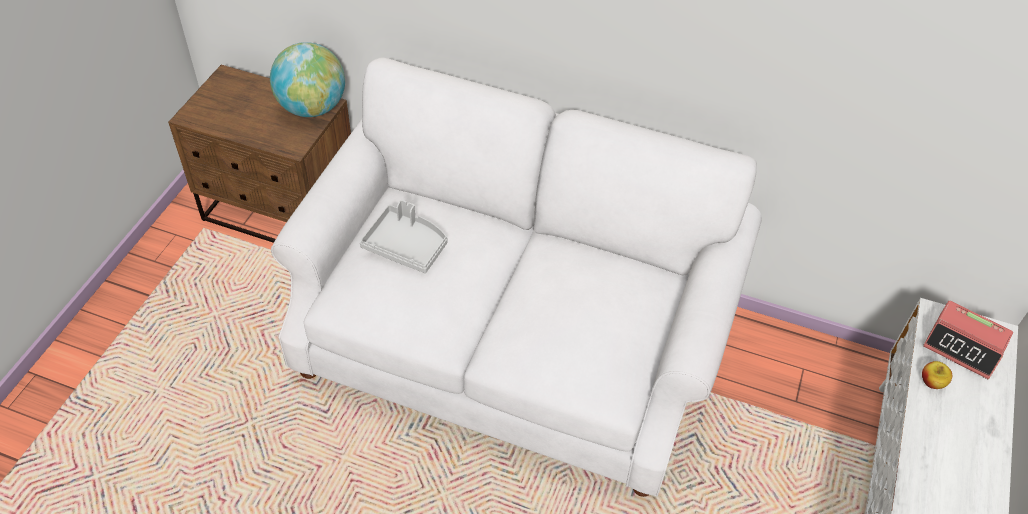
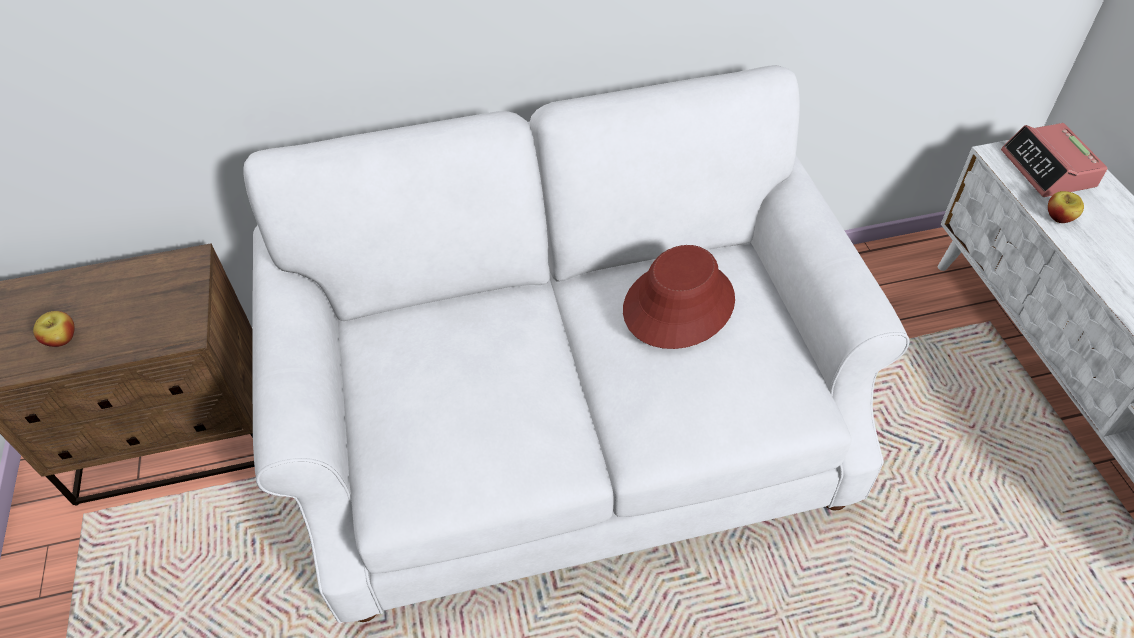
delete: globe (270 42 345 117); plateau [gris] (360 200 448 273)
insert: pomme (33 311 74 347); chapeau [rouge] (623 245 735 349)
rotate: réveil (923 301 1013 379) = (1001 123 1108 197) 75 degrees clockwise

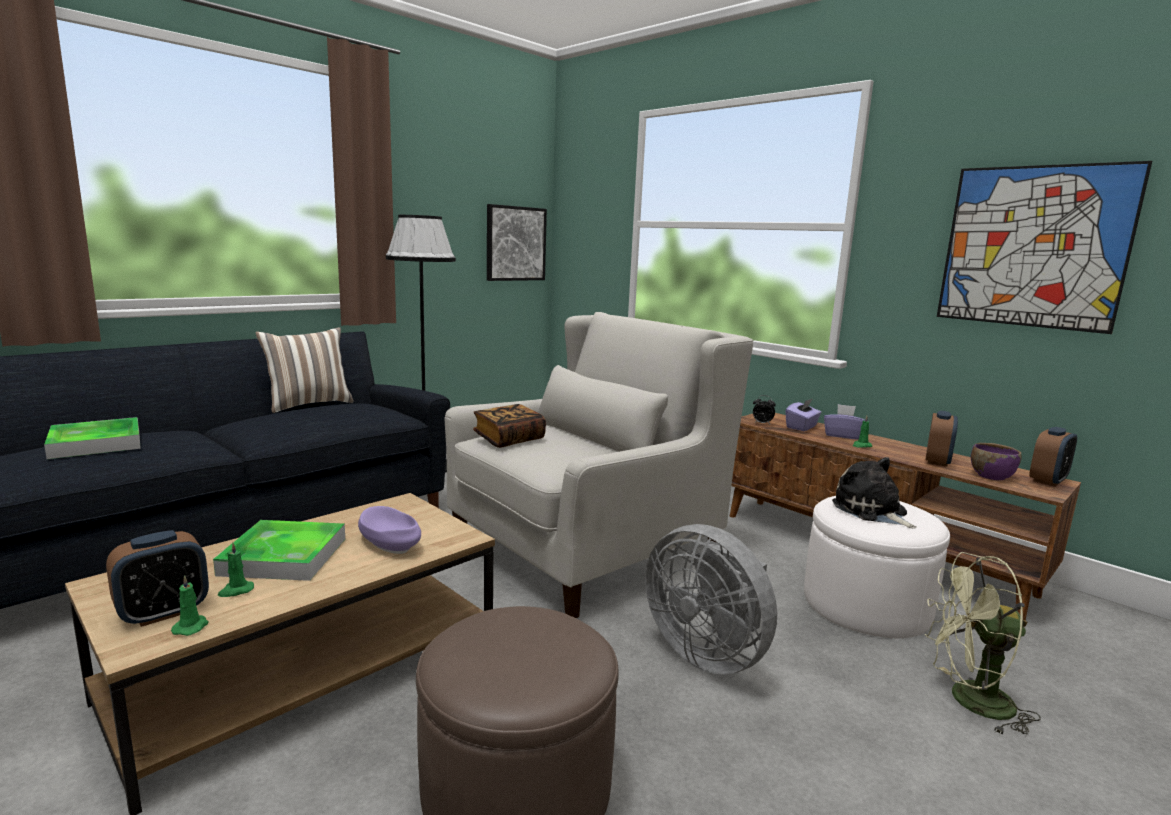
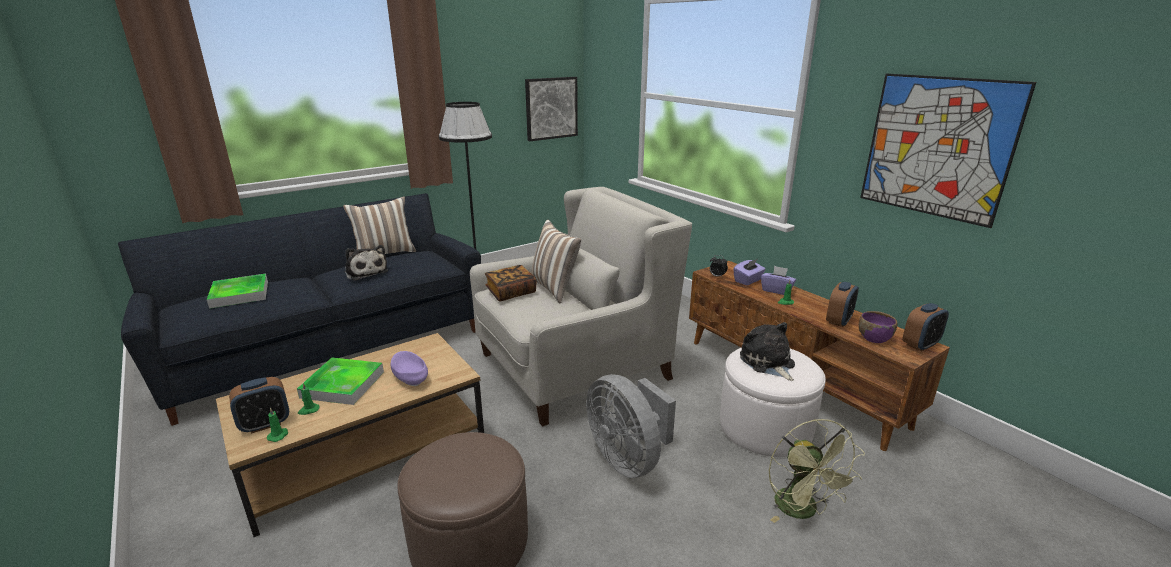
insert: peluche (345 245 388 281); coussin (531 220 581 304)
rotate: ventilateur [vert] (925 552 1041 736) = (769 419 865 523) 120 degrees counterclockwise

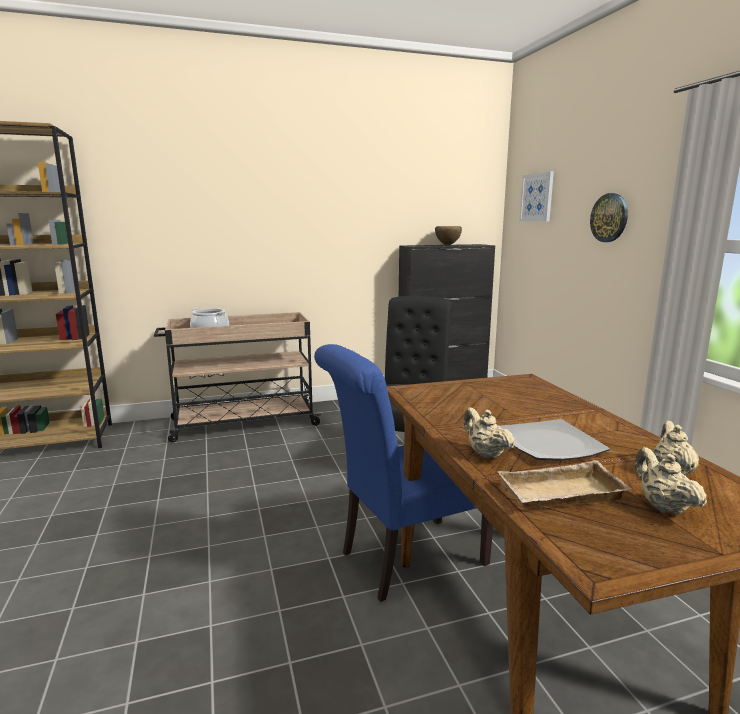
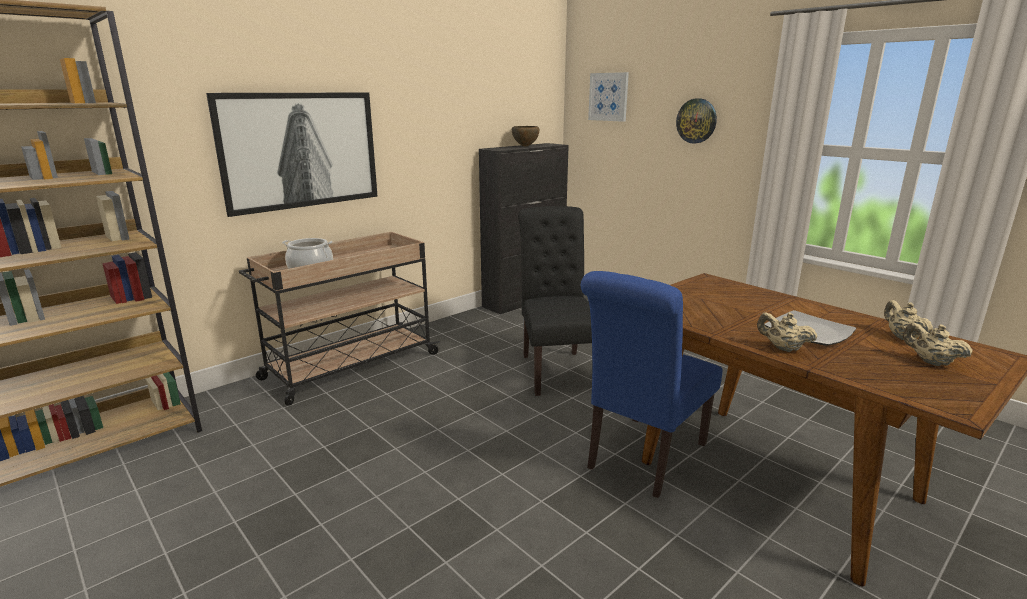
delete: plateau [beige] (497 460 632 508)
insert: tableau (206 93 378 217)

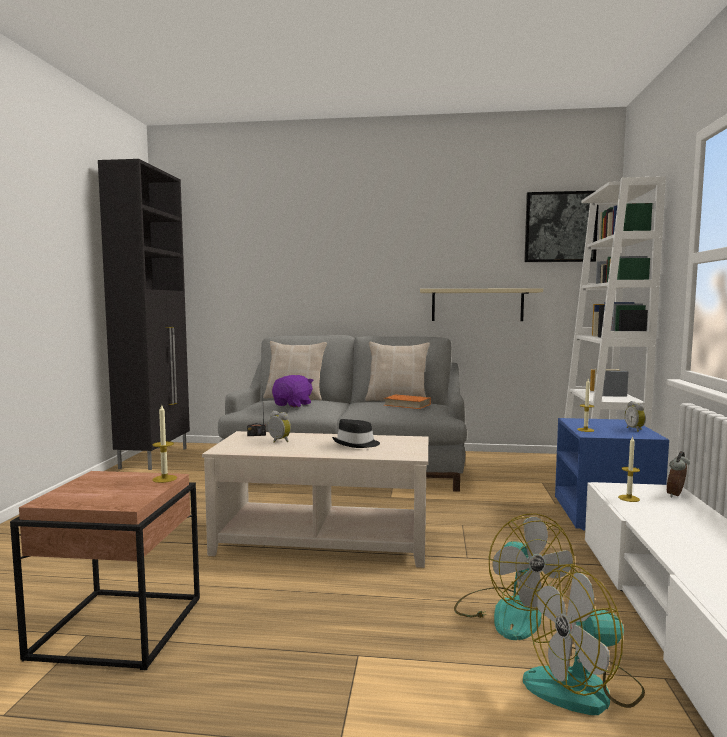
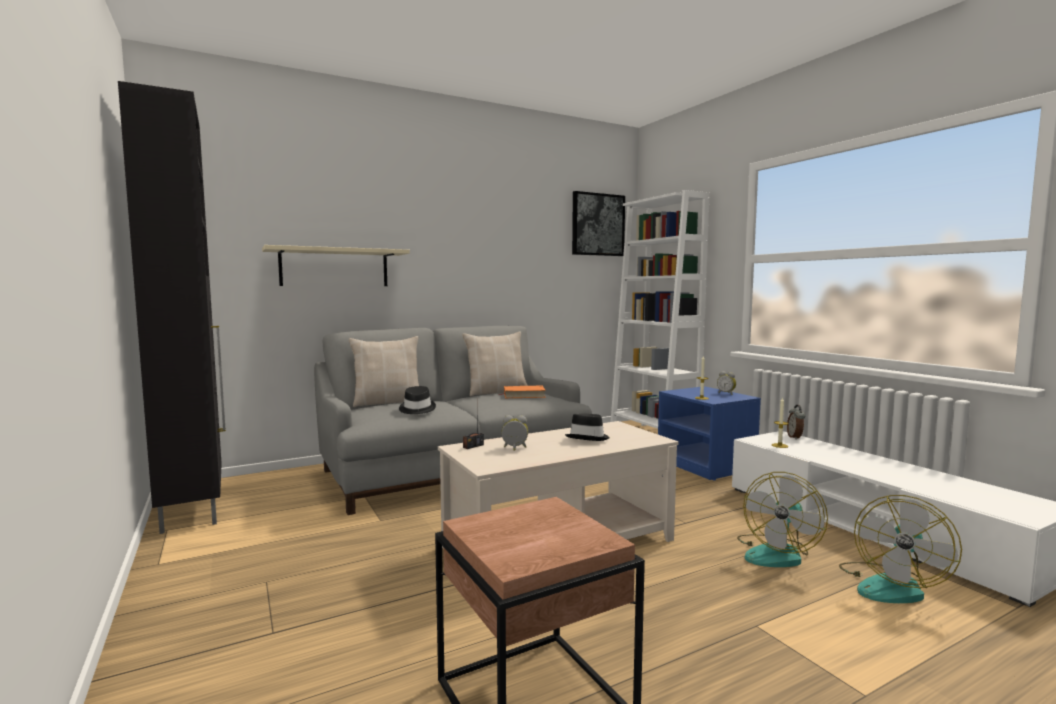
delete: bougie (152 405 177 483)
move: étagère [beige] (420 288 543 321) to (262 245 410 286)
replace: peluche [violet] (272 375 314 407) to chapeau [noir] (399 386 436 414)
rotate: ventilateur (454 513 575 640) = (737 472 828 567) 90 degrees clockwise

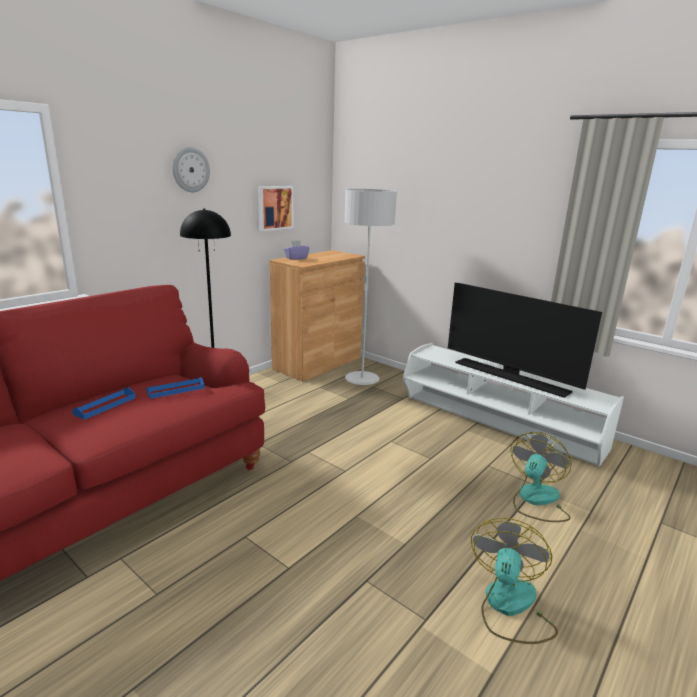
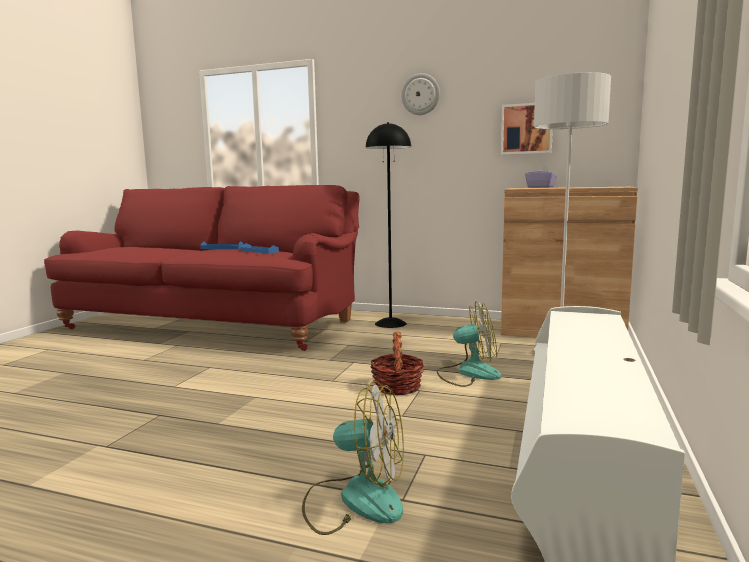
delete: téléviseur (448 283 602 398)
insert: panier (370 332 424 396)
move: ventilateur (471 518 558 644) to (437 301 502 387)

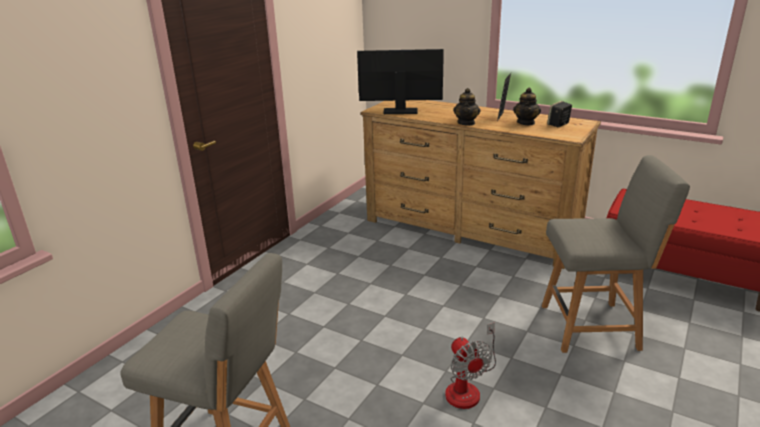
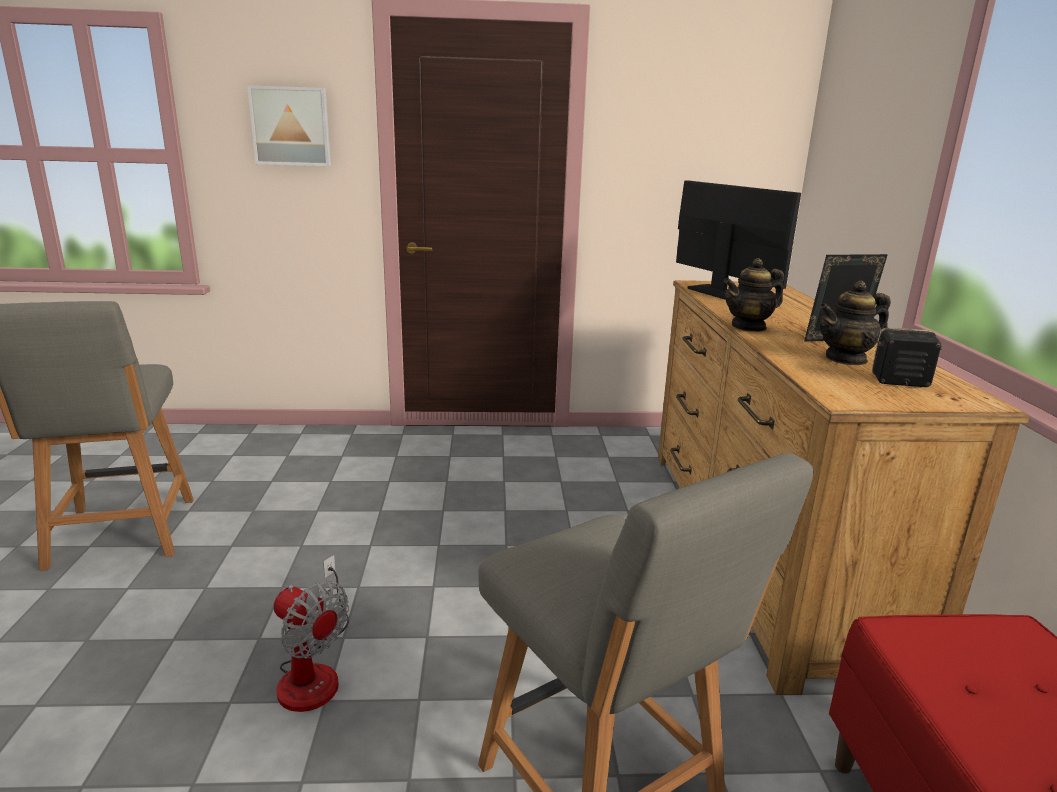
insert: tableau (247 85 331 166)
rotate: ventilateur (445 323 496 409) = (274 555 349 712) 90 degrees counterclockwise

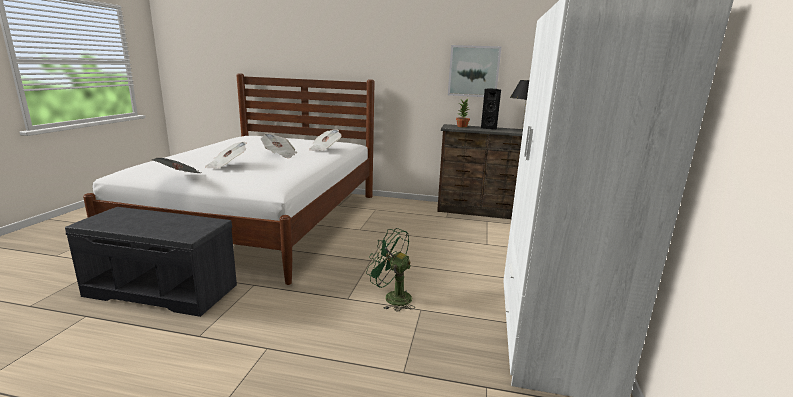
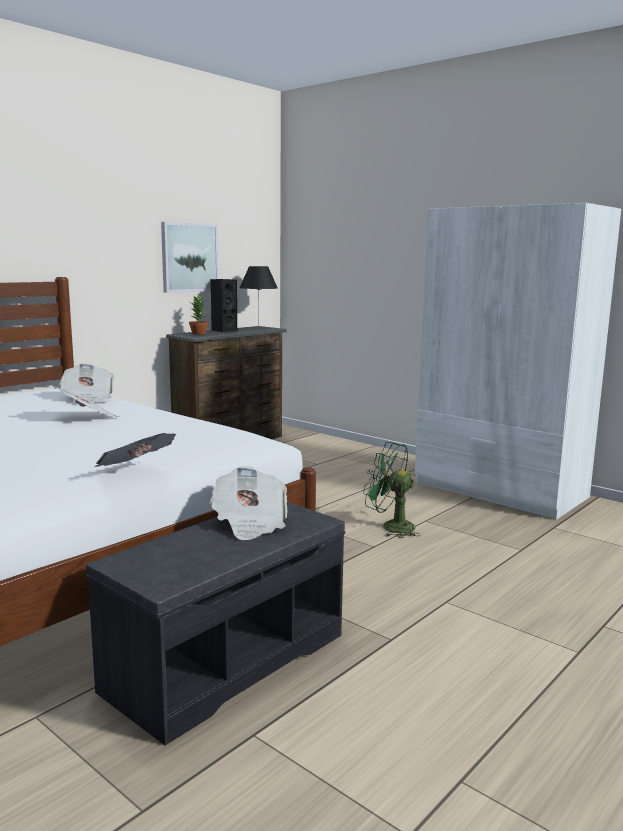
move: journal (205 142 247 169) to (210 466 287 540)
rotate: ventilateur [vert] (366 228 415 311) = (363 442 421 538) 60 degrees clockwise

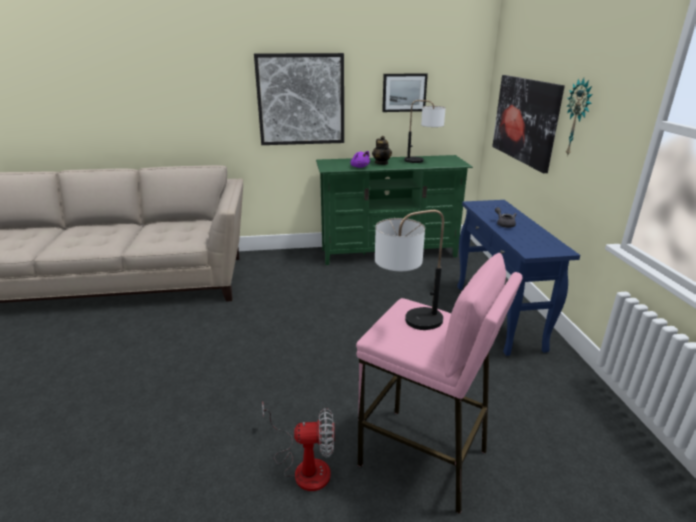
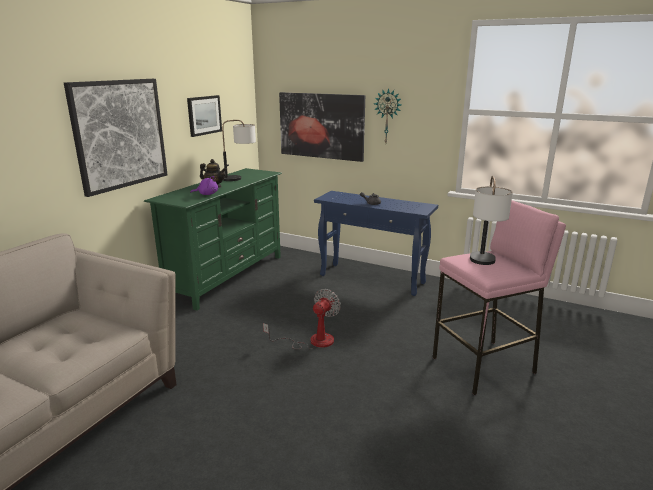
move: ventilateur (262 404 335 491) to (263 289 341 349)

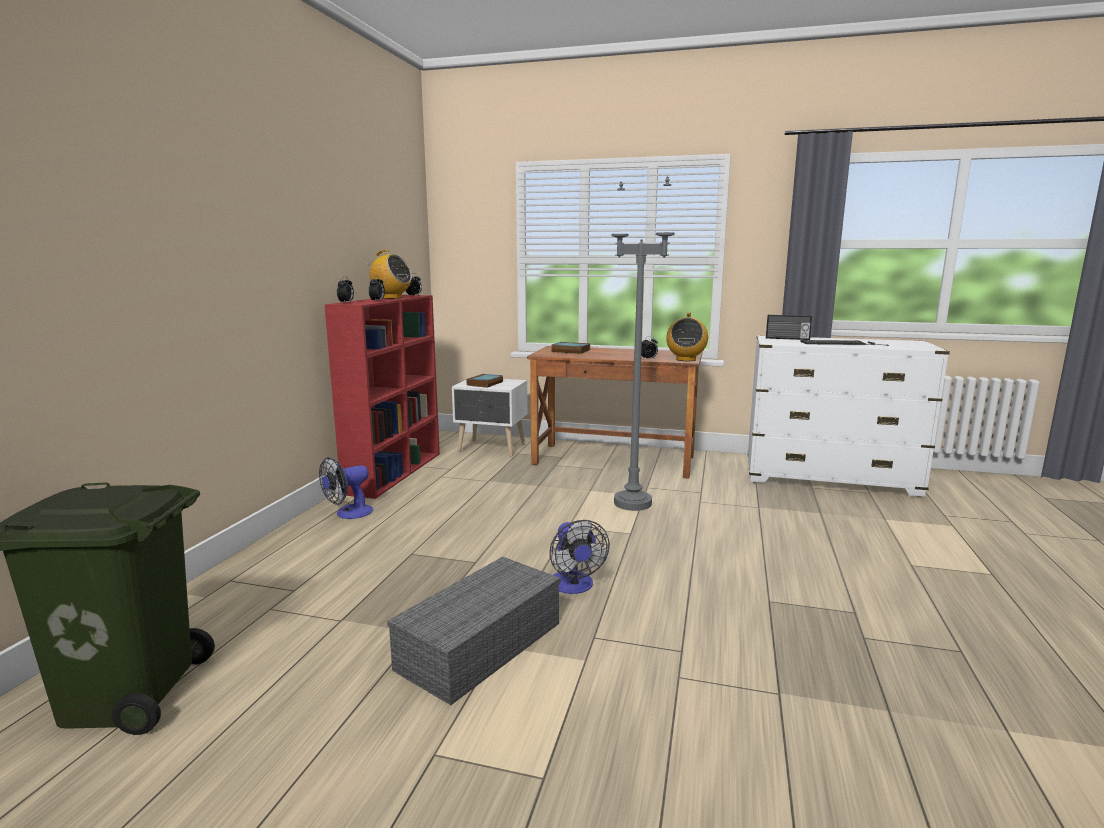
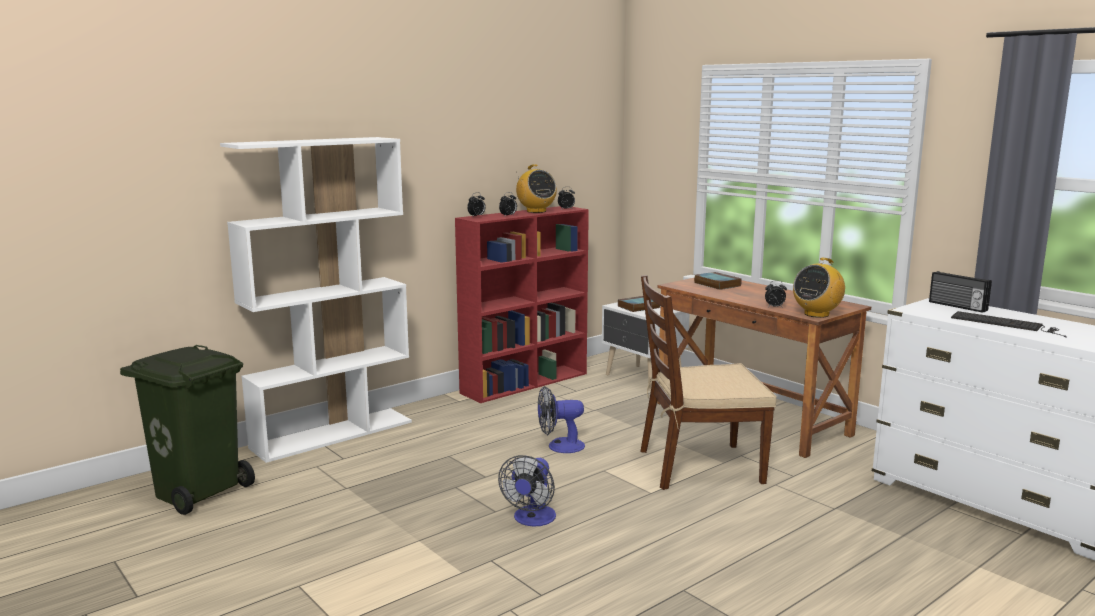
delete: boîte de rangement [gris] (387 557 561 705)
insert: bibliothèque [blanc] (220 137 412 463)
move: ventilateur (319 457 373 519) to (538 386 585 453)
replace: lampadaire [gris] (611 176 674 511) to chaise [marron] (640 275 777 490)

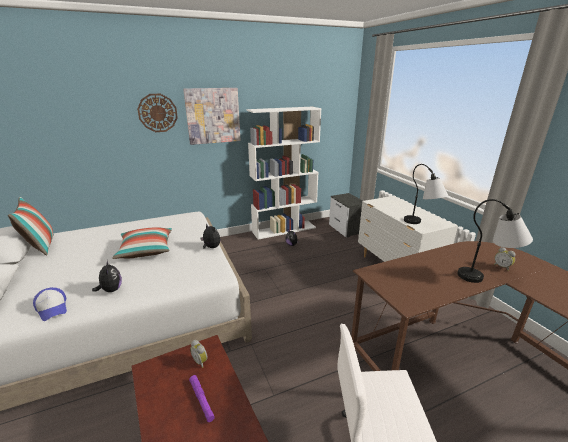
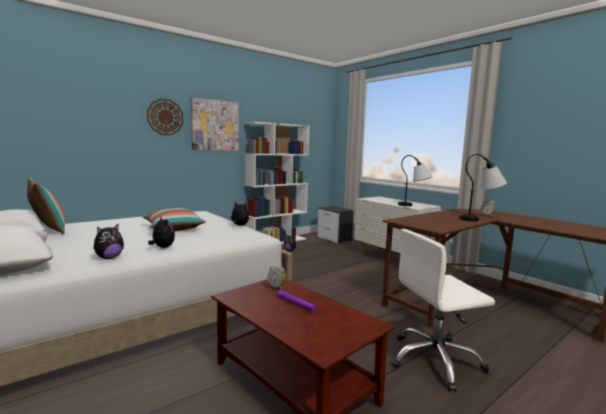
replace: casquette (33 287 67 321) to peluche (94 224 124 259)

